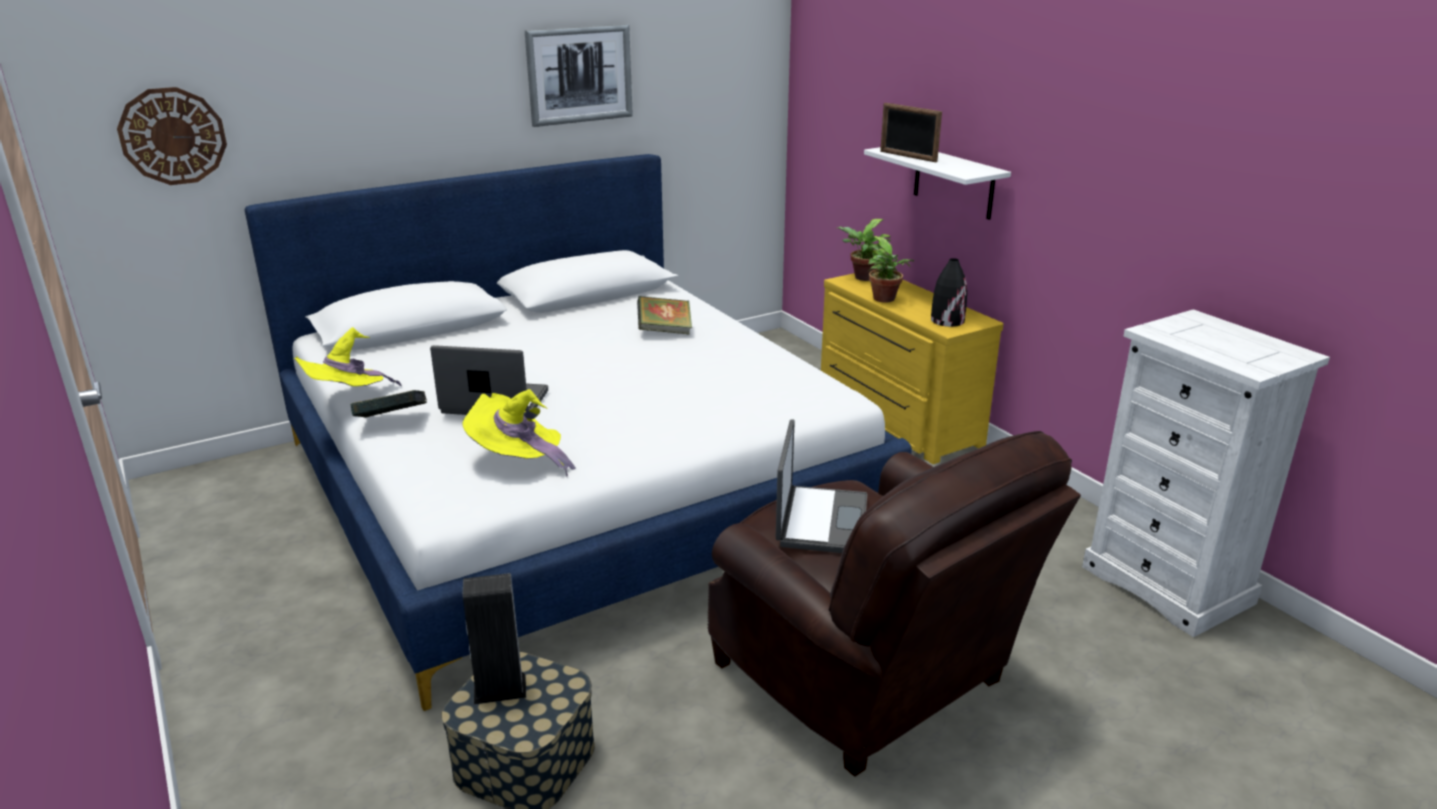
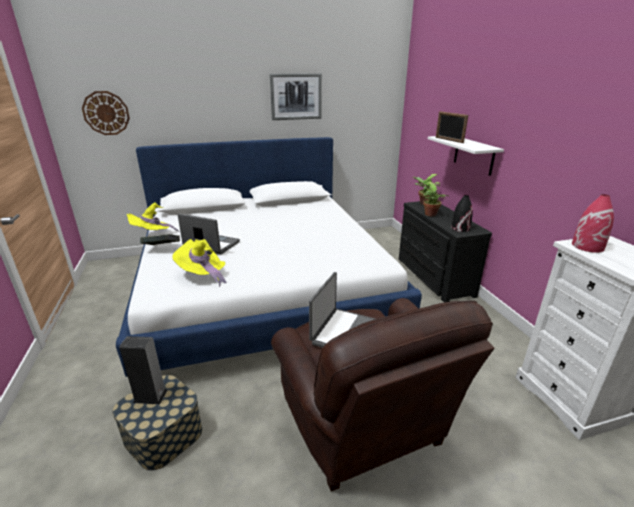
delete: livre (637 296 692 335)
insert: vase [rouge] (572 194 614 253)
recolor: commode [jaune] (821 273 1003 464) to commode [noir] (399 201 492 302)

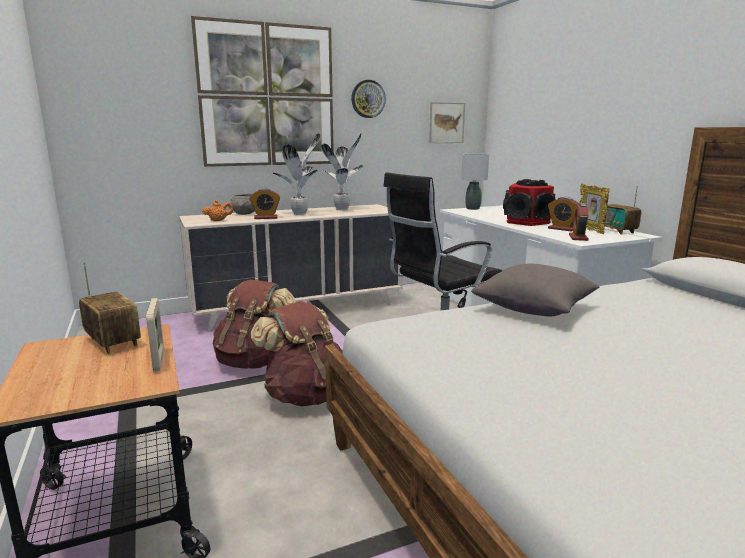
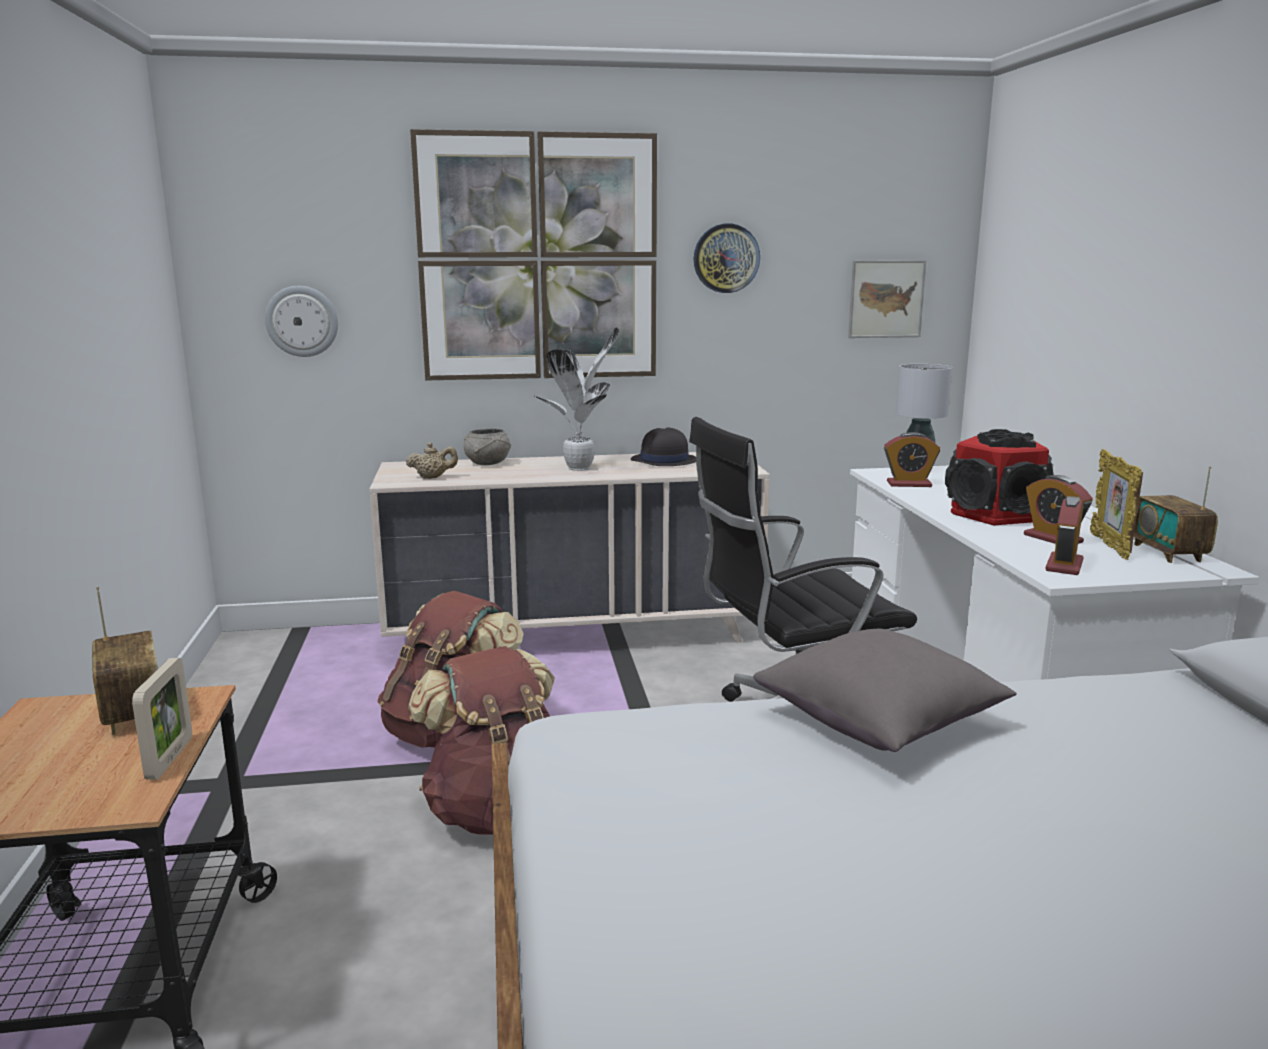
insert: horloge murale (265 286 338 357)
move: réveil (249 188 280 219) to (884 432 940 487)
replace: plante en pot (321 134 364 210) to chapeau [noir] (631 427 696 466)
recolor: théière [orange] (202 200 233 221) to théière [beige] (406 442 458 479)

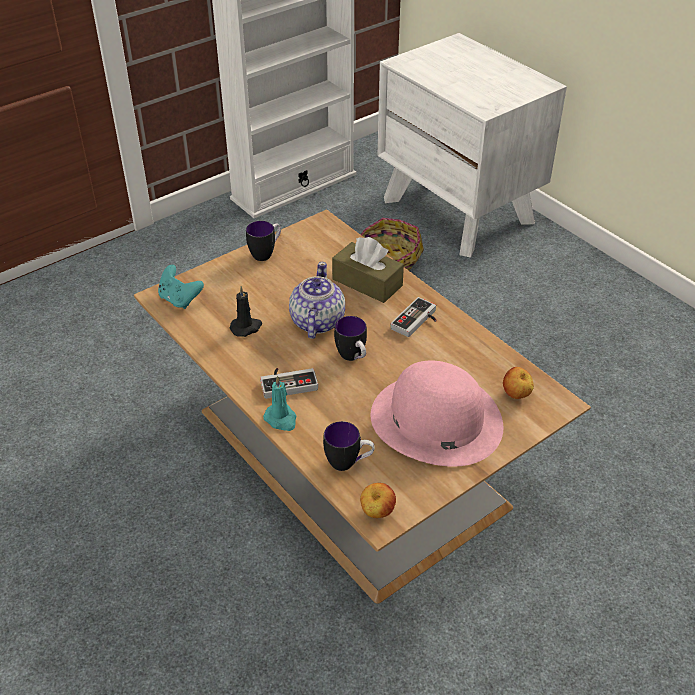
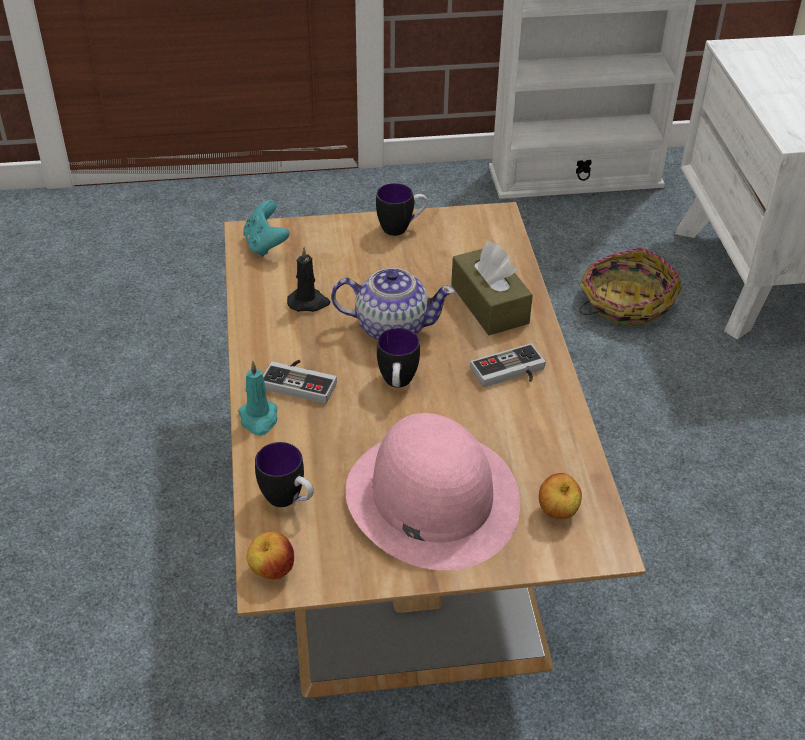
rotate: théière (289 262 345 339) = (331 268 455 340) 60 degrees clockwise

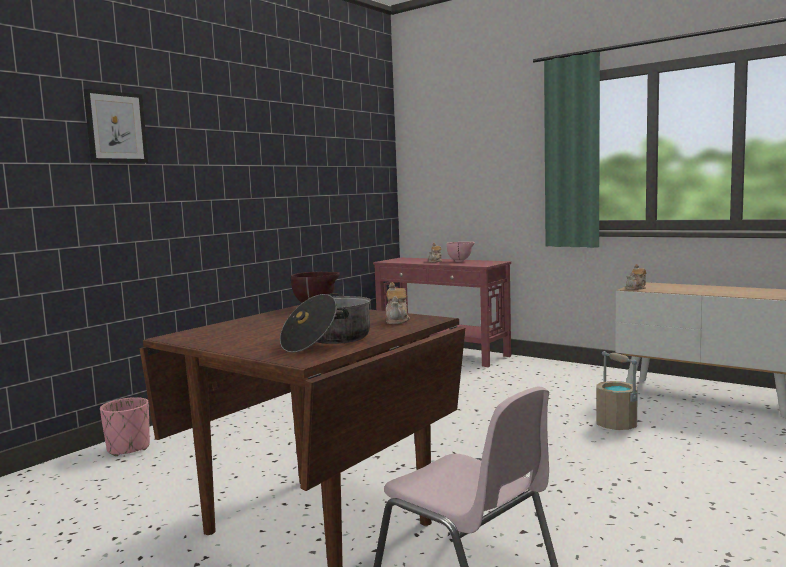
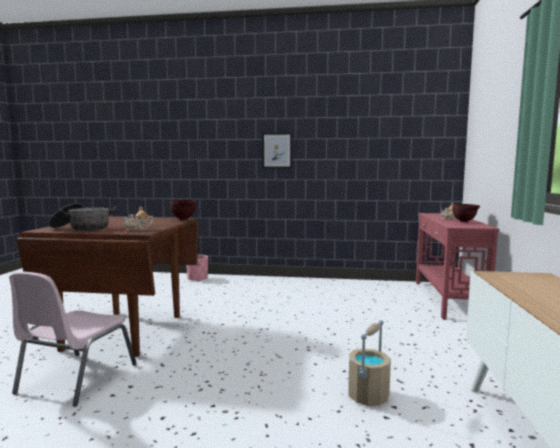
delete: théière (626 264 647 290)
move: tableau (84 89 148 163) to (262 133 293 168)
recolor: bol [rose] (447 242 475 262) to bol [marron] (453 204 480 222)

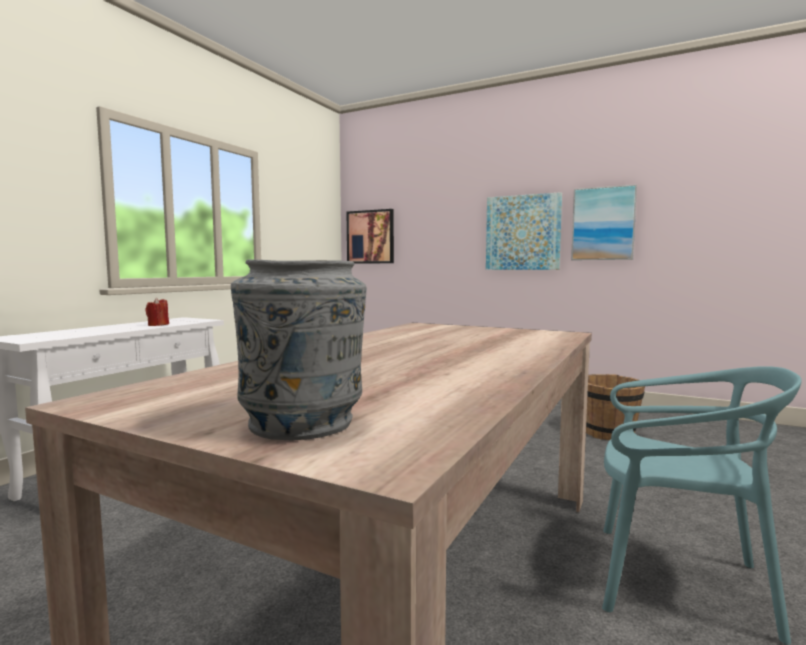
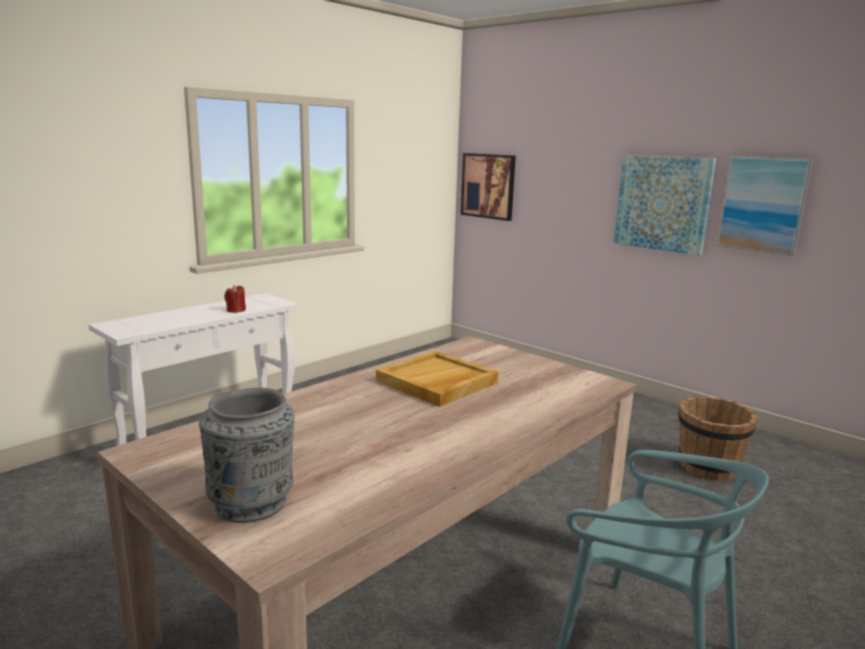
insert: plateau [beige] (376 351 498 407)

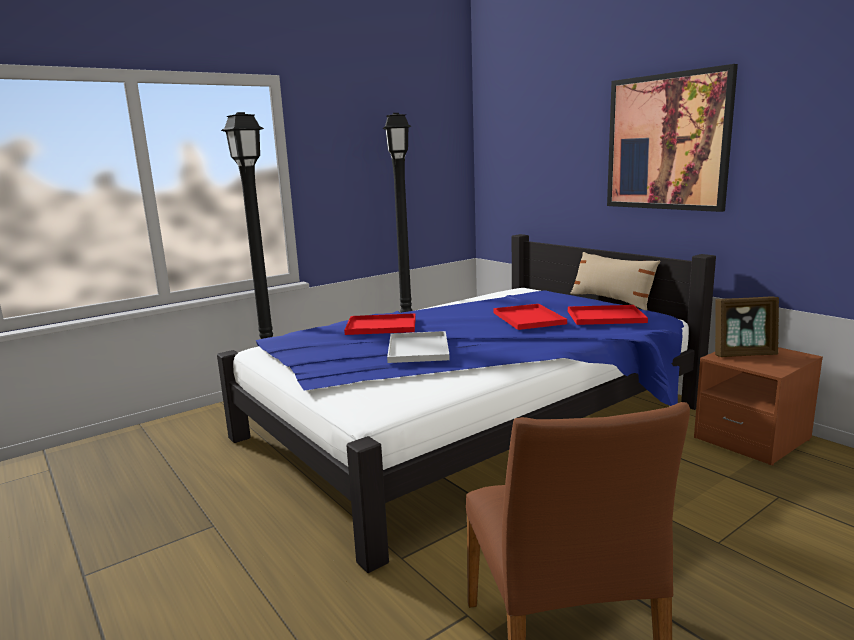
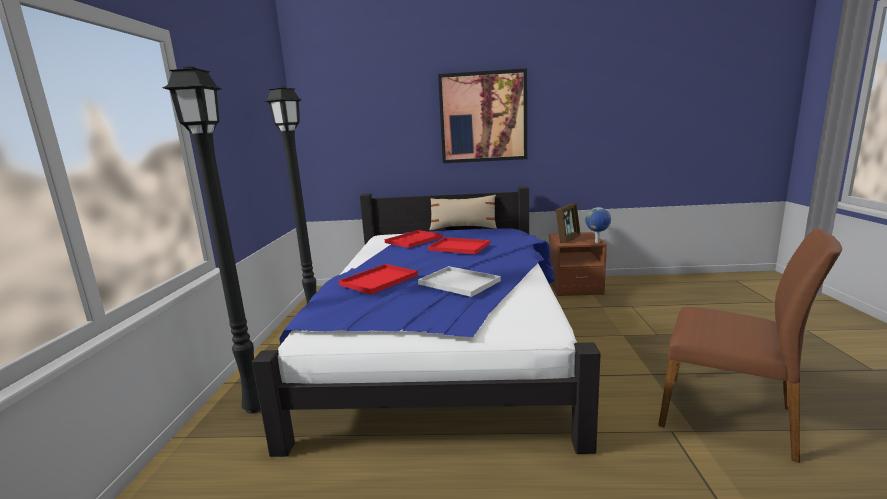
insert: globe (585 207 611 243)
move: plateau [rouge] (568 305 648 325) to (385 230 443 248)

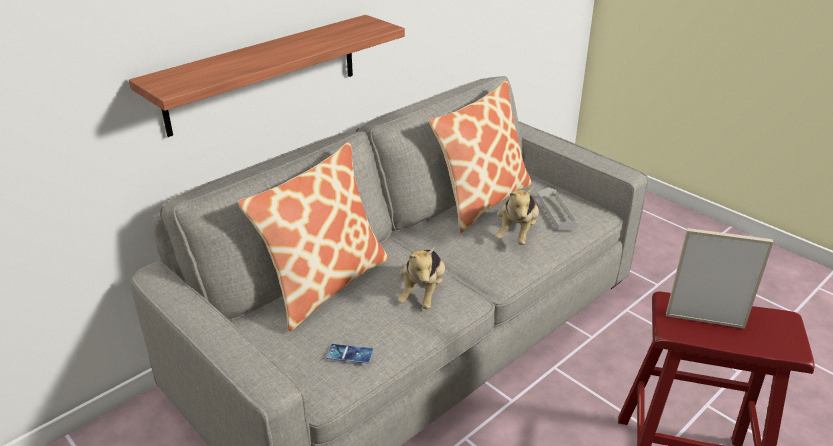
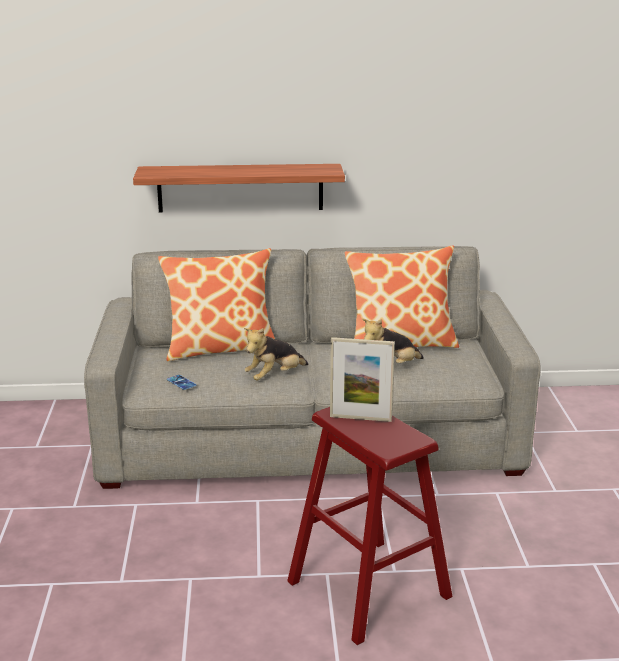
delete: plateau [gris] (538 187 579 231)
rotate: cadre photo (666 228 773 329) = (330 337 395 422) 135 degrees clockwise

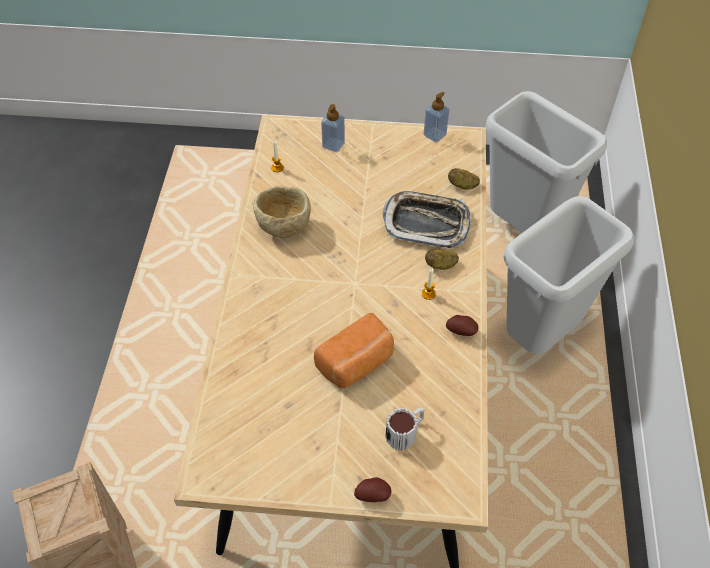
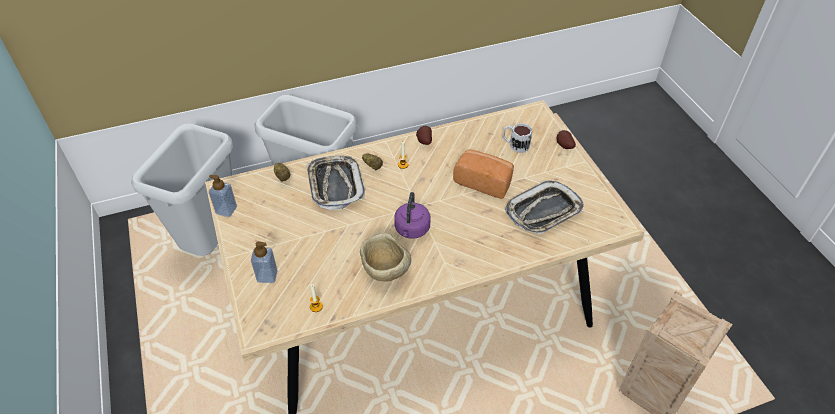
insert: bouilloire [violet] (394 192 430 239); plateau (505 181 584 234)

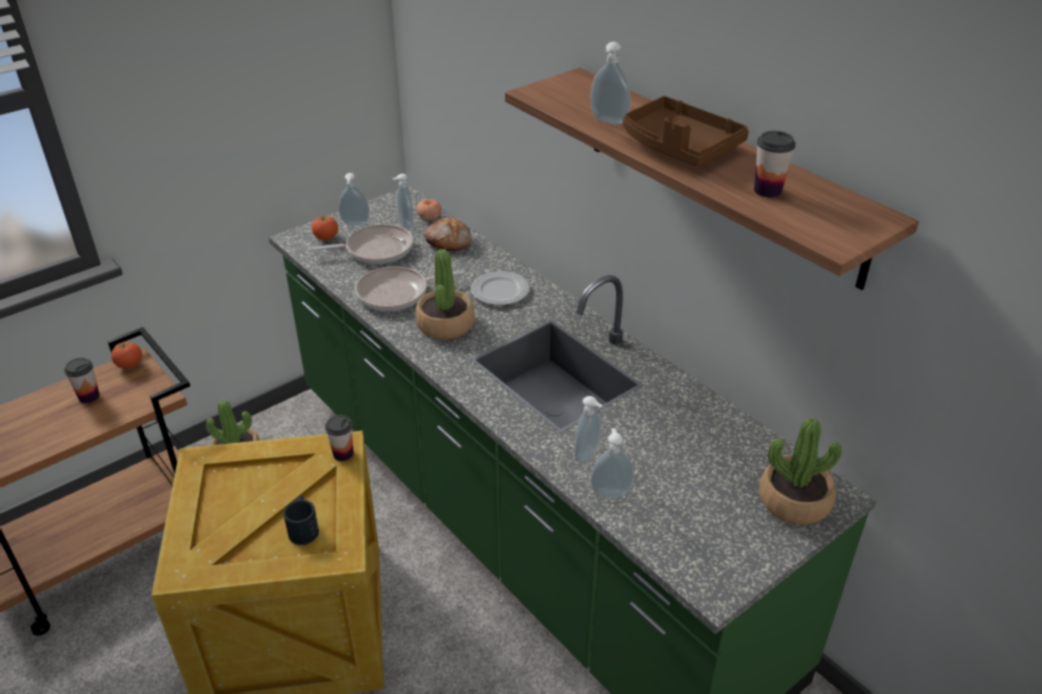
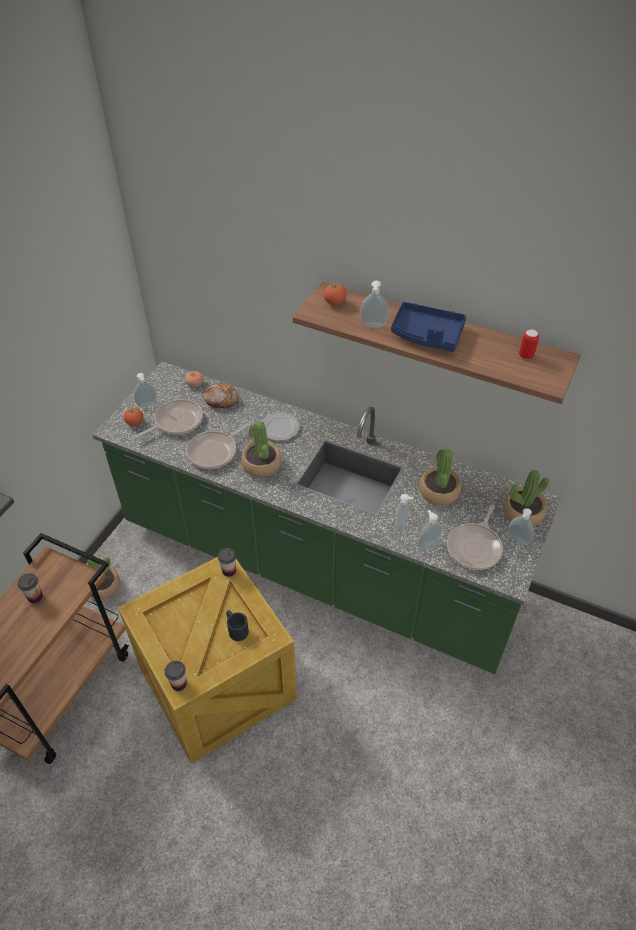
insert: plante en pot (419 449 461 506); poêle (447 505 503 570); boîte métallique (519 329 539 359)
move: tomate (111 341 142 369) to (324 283 347 305); distributeur de savon (392 174 414 229) to (508 508 534 545); tasse (754 131 796 198) to (164 661 187 691)
recolor: plateau [marron] (623 96 749 167) to plateau [bleu] (391 302 466 352)

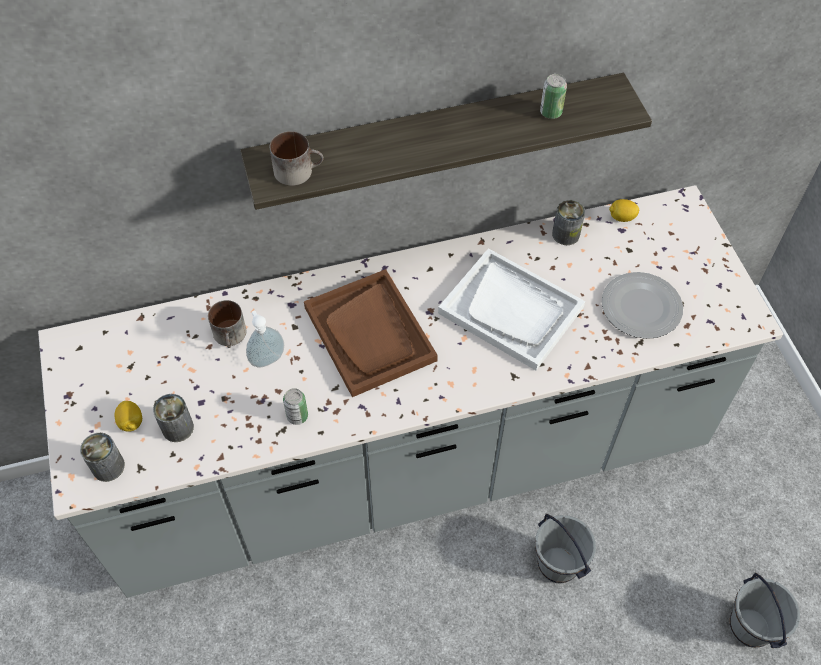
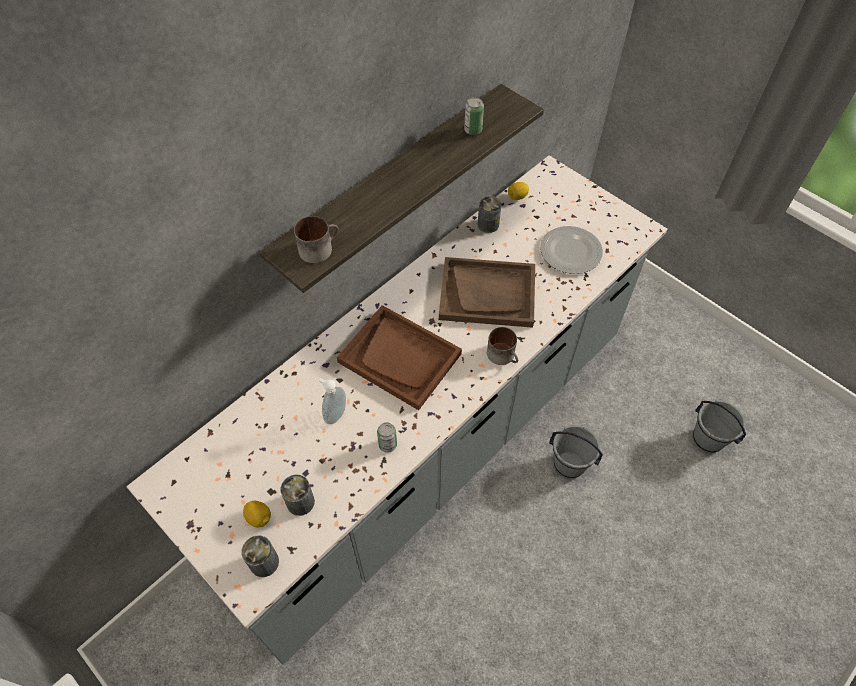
move: mug (208 300 246 348) to (487 327 518 365)
recolor: plateau [blanc] (438 248 585 370) to plateau [marron] (439 257 535 328)

